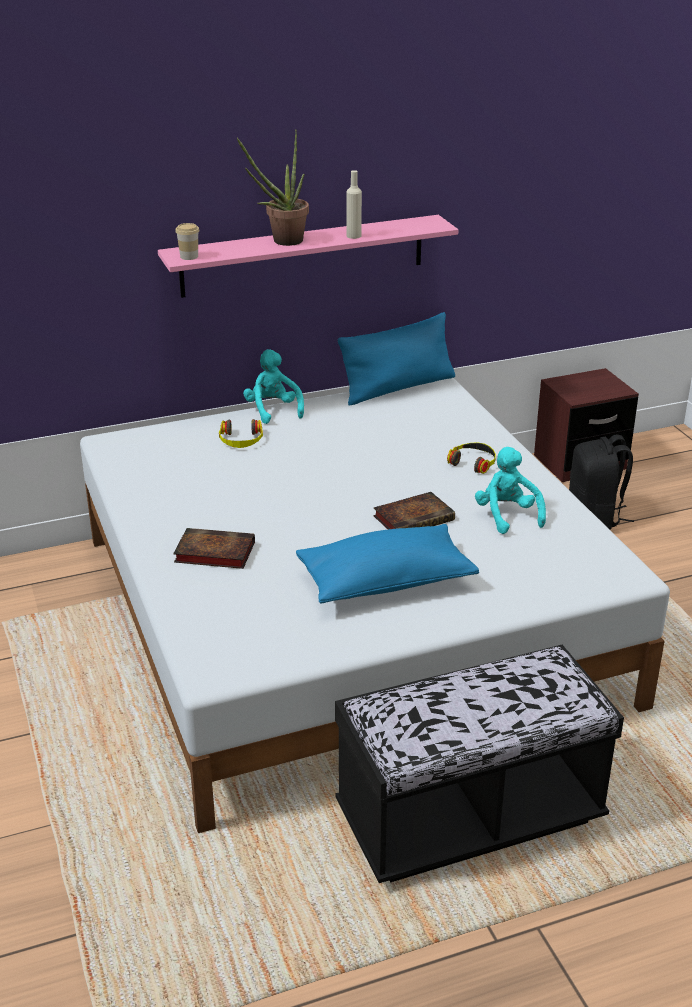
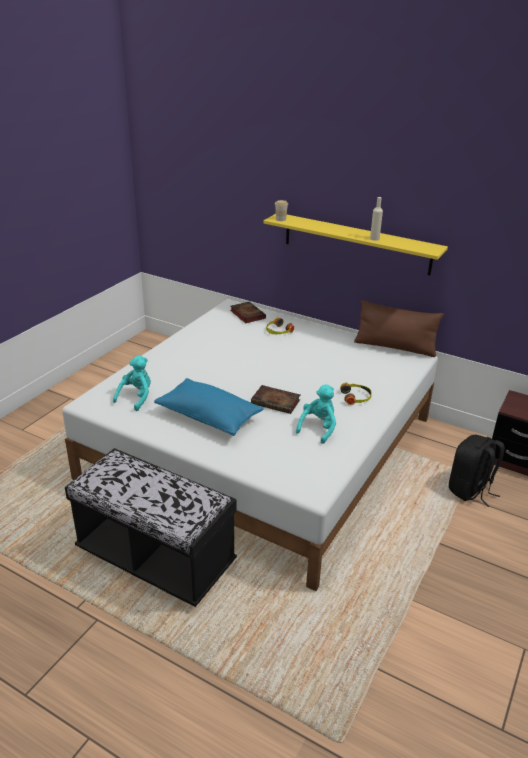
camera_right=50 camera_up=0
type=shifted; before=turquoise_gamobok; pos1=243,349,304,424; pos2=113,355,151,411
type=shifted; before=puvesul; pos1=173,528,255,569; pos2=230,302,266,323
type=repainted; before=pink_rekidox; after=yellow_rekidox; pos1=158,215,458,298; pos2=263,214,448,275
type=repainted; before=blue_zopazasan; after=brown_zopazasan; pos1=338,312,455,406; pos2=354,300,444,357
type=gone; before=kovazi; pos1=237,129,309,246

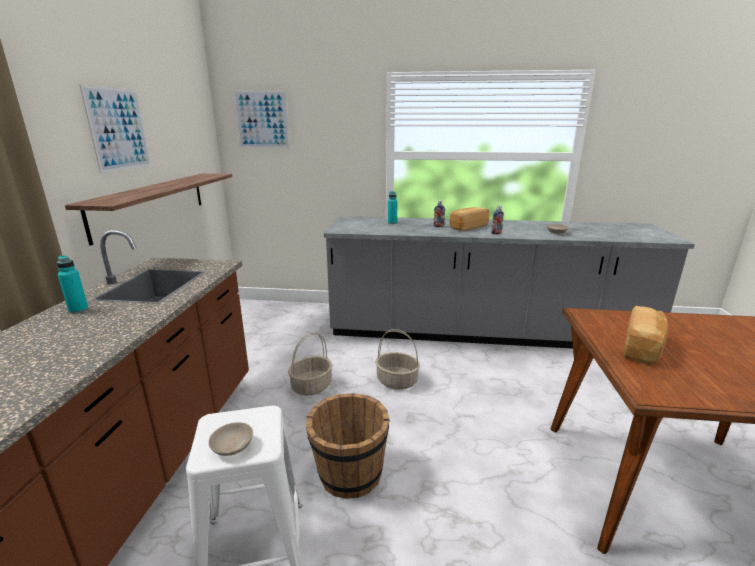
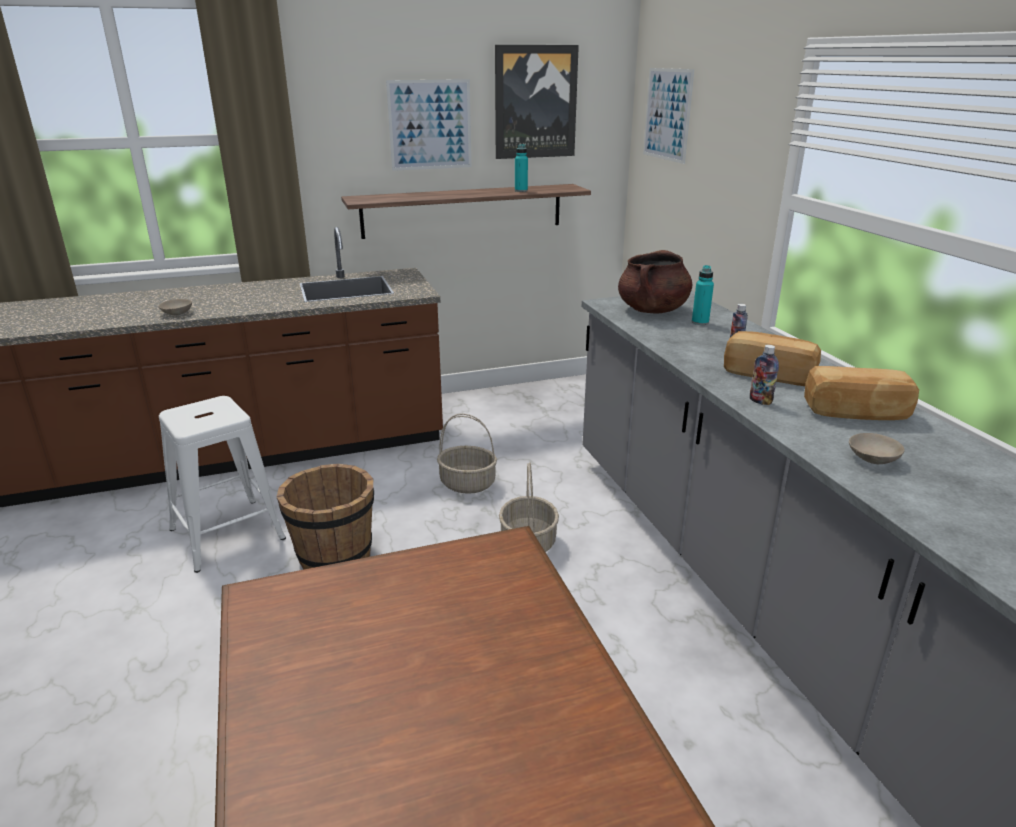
camera_right=65 camera_up=5
type=shifted; before=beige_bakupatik; pos1=209,422,253,456; pos2=158,299,192,315
type=new; after=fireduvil; pos2=495,45,579,159
type=shifted; before=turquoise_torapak; pos1=57,255,88,314; pos2=515,144,528,192
type=new; after=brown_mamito; pos2=618,250,692,314
type=shifted; before=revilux; pos1=623,306,669,364; pos2=804,366,919,420

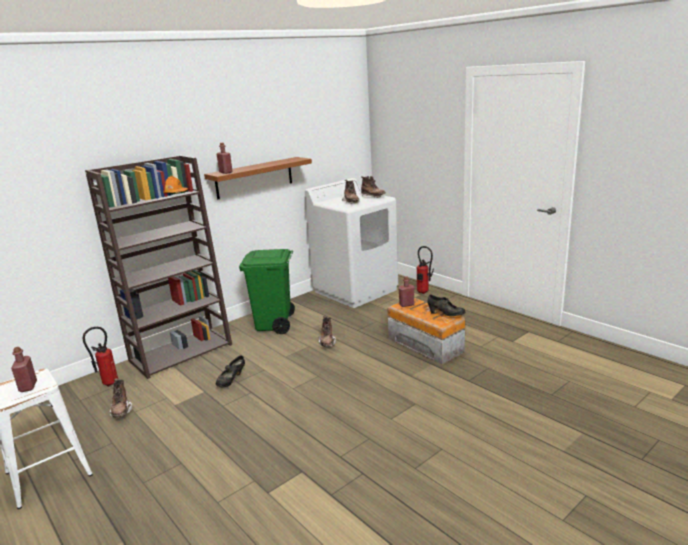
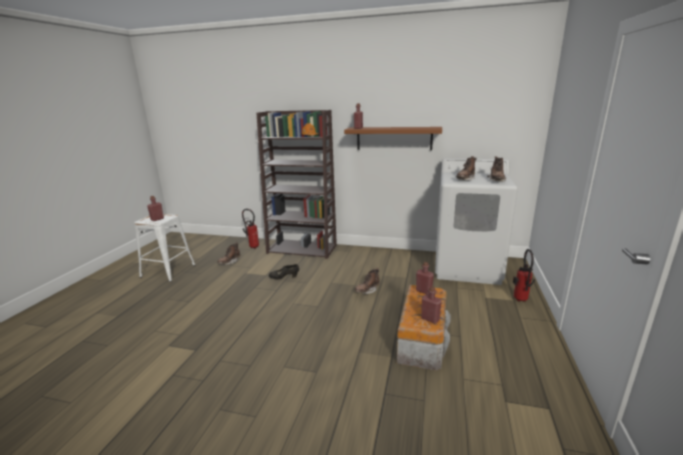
camera_right=55 camera_up=0
type=swapped; before=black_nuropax; after=red_torapak; pos1=428,294,466,316; pos2=421,286,442,324
type=gone; before=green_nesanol; pos1=239,249,295,334

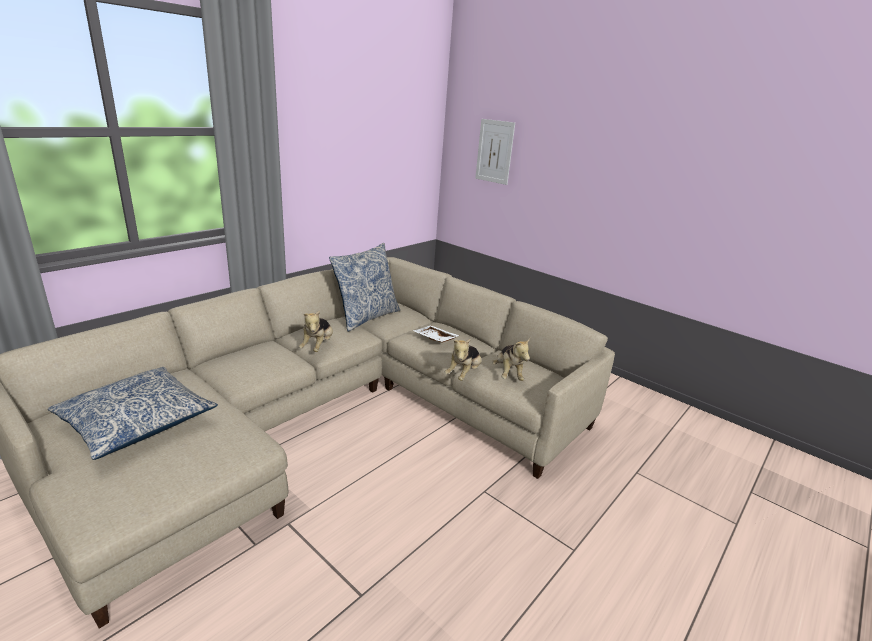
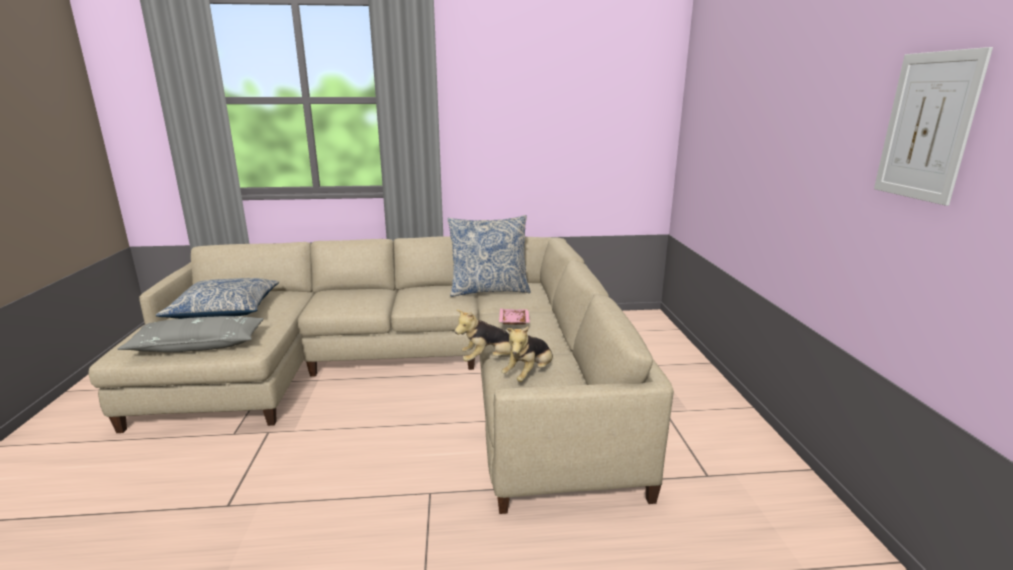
camera_right=45 camera_up=-5
type=new; after=grey_zopazasan; pos2=117,316,264,352
type=repainted; before=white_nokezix; after=pink_nokezix; pos1=413,325,460,343; pos2=499,309,530,325
type=shifted; before=fireduvil; pos1=475,119,515,185; pos2=874,47,993,206
type=gone; before=gamobok; pos1=299,310,333,352

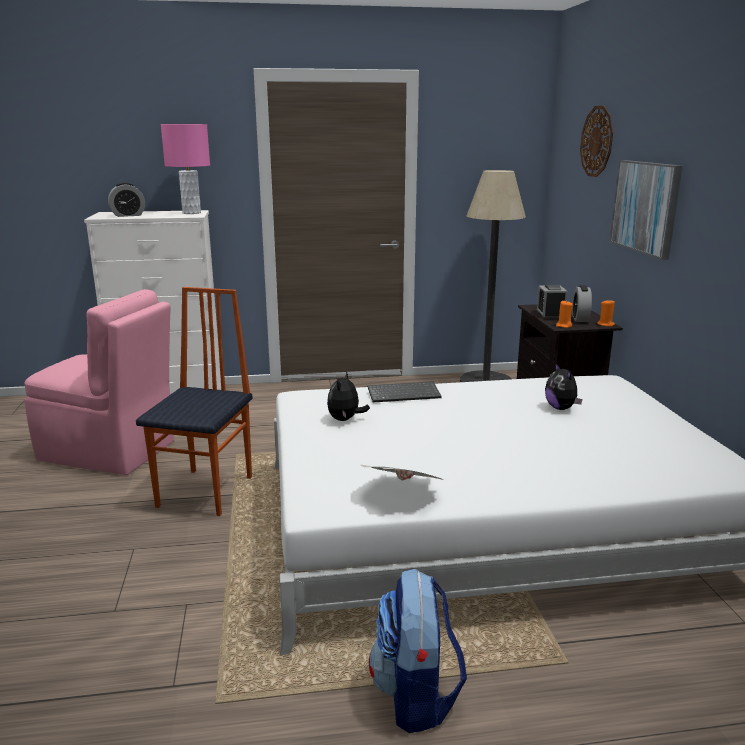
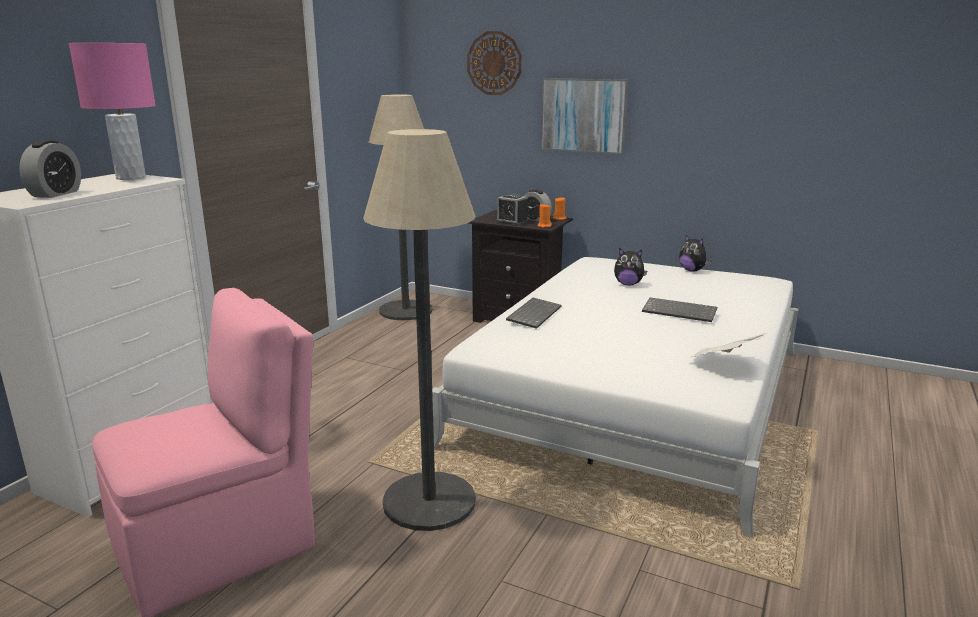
camera_right=-55 camera_up=0
type=swapped; before=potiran; after=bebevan; pos1=136,287,252,516; pos2=363,129,476,531
type=new; after=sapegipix; pos2=642,297,717,322
type=shifted; before=gamobok; pos1=327,371,370,421; pos2=679,235,711,272
type=gone; before=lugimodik; pos1=369,568,467,733

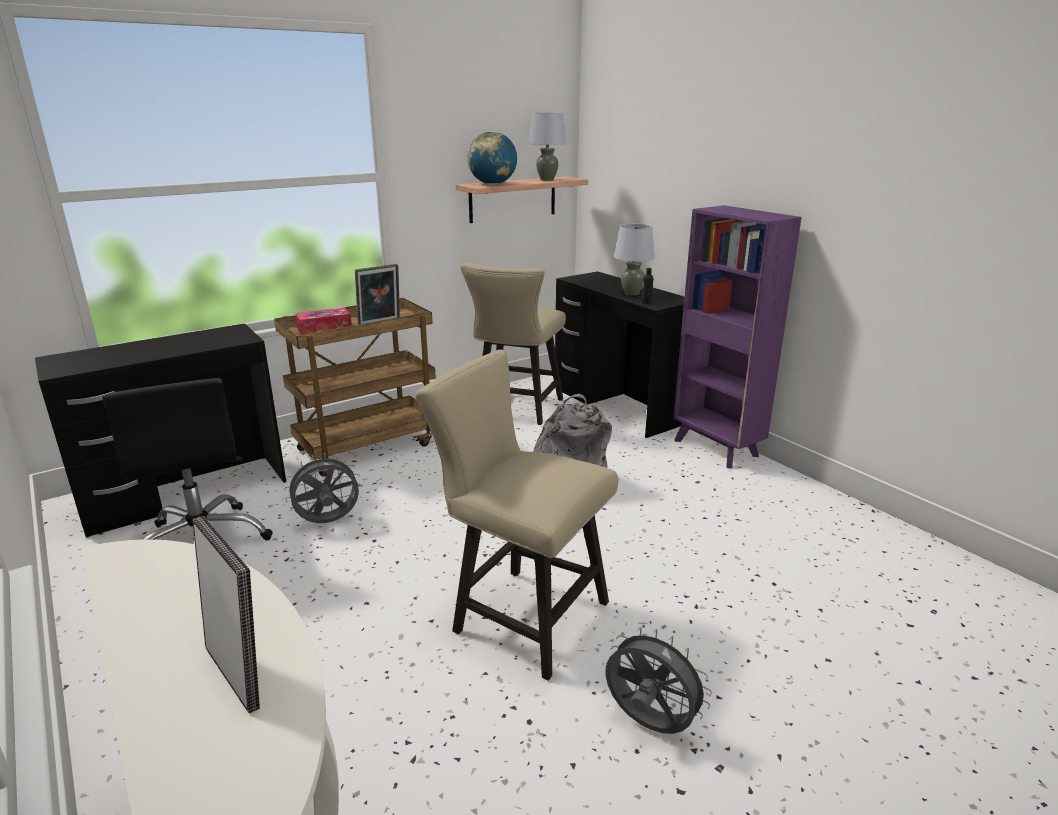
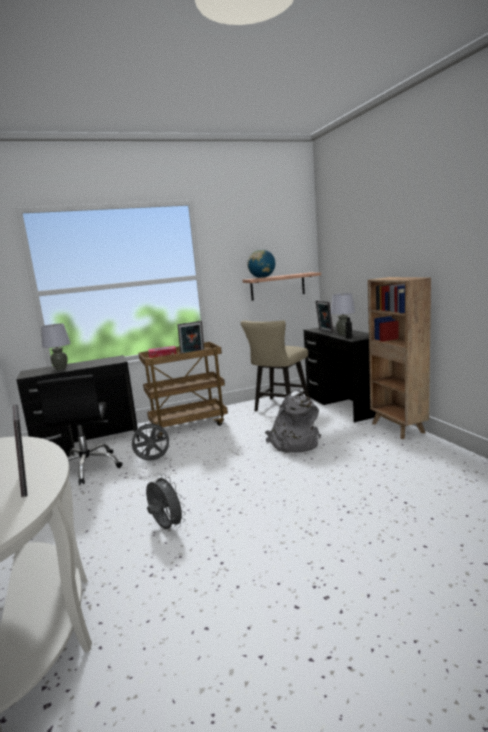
camera_right=15 camera_up=-10
type=shifted; before=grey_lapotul; pos1=529,112,566,181; pos2=41,323,70,370
type=shifted; before=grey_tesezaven; pos1=605,627,712,734; pos2=146,474,186,530
type=new; after=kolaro; pos2=316,301,333,333
type=repainted; before=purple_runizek; after=brown_runizek; pos1=674,205,802,468; pos2=368,277,431,439
type=gone; before=beige_potiran; pos1=415,349,618,681

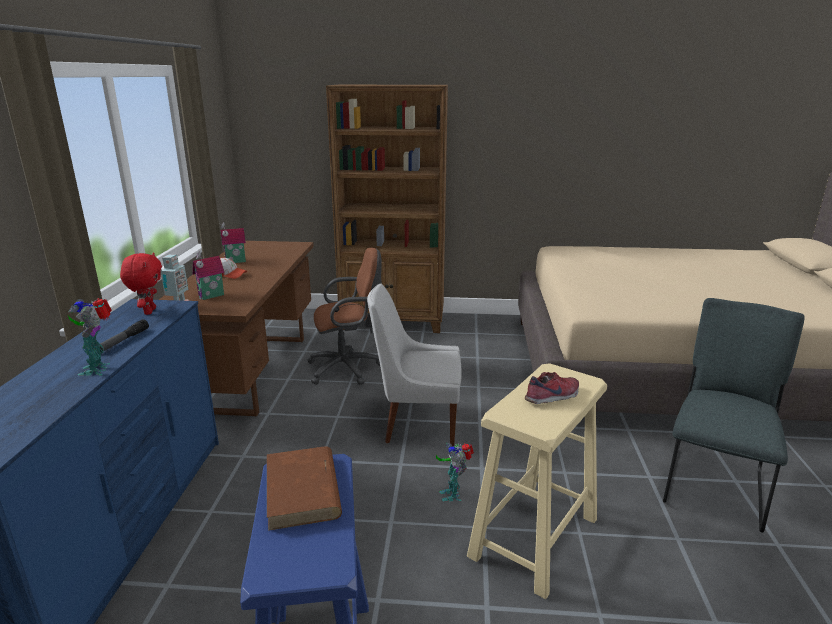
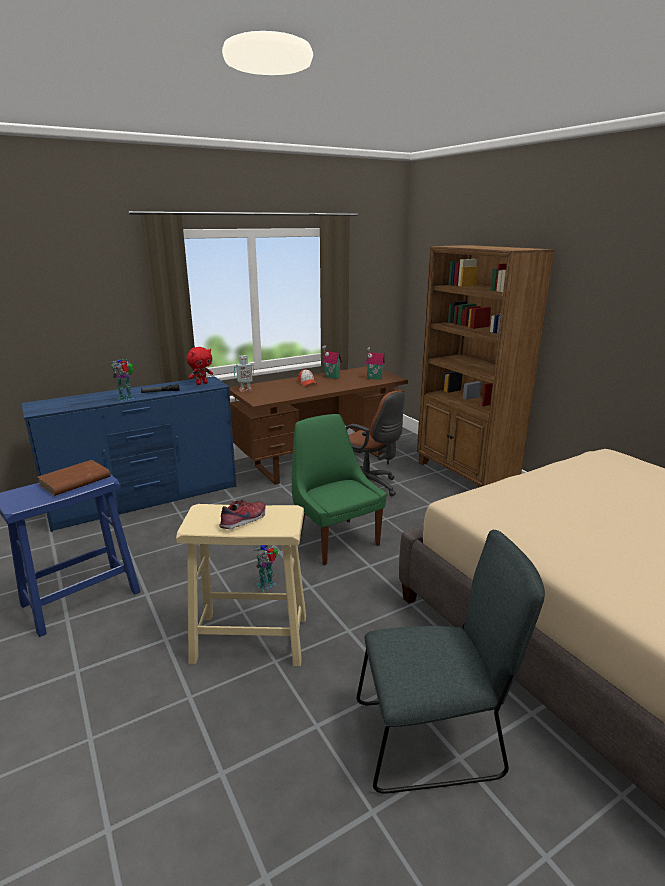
camera_right=55 camera_up=0
type=rotated; before=nuropax; pos1=525,372,579,404; pos2=220,500,265,529; turn=-75
type=repainted; before=white_potiran; after=green_potiran; pos1=367,283,462,446; pos2=292,414,387,565
type=shifted; before=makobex; pos1=192,251,224,300; pos2=366,347,385,380

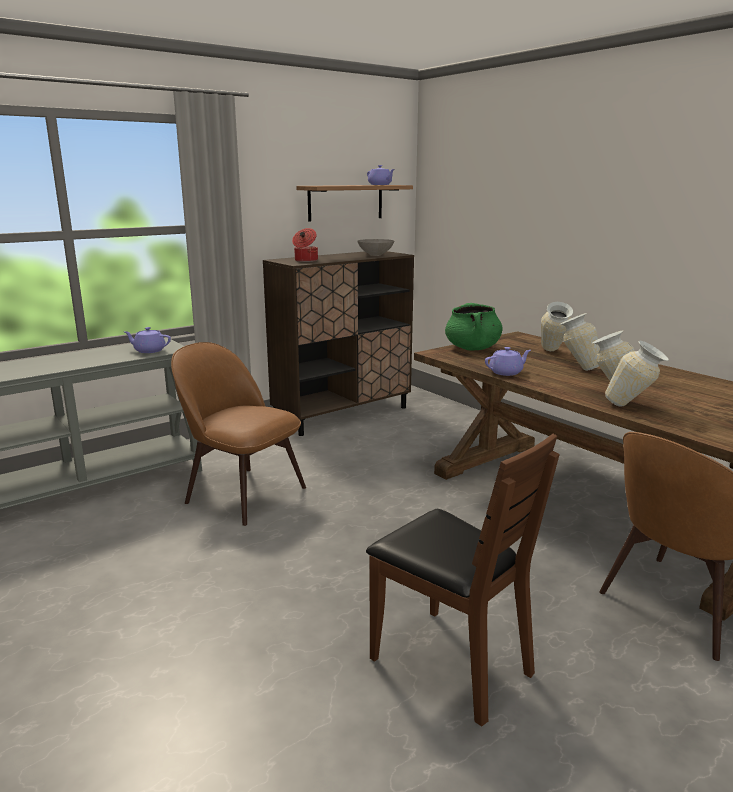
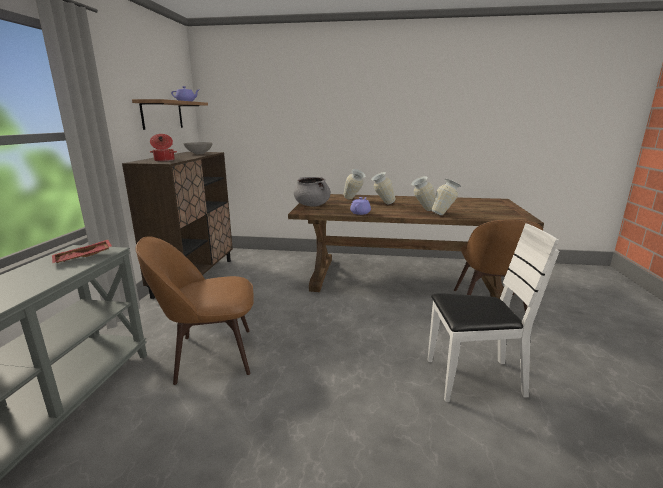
camera_right=-45 camera_up=0
type=swapped; before=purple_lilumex; after=red_nokezix; pos1=124,327,171,353; pos2=52,240,112,263
type=repainted; before=green_mamito; after=grey_mamito; pos1=445,303,503,350; pos2=294,177,331,207
type=repainted; before=brown_potiran; after=white_potiran; pos1=366,434,560,726; pos2=428,223,559,402

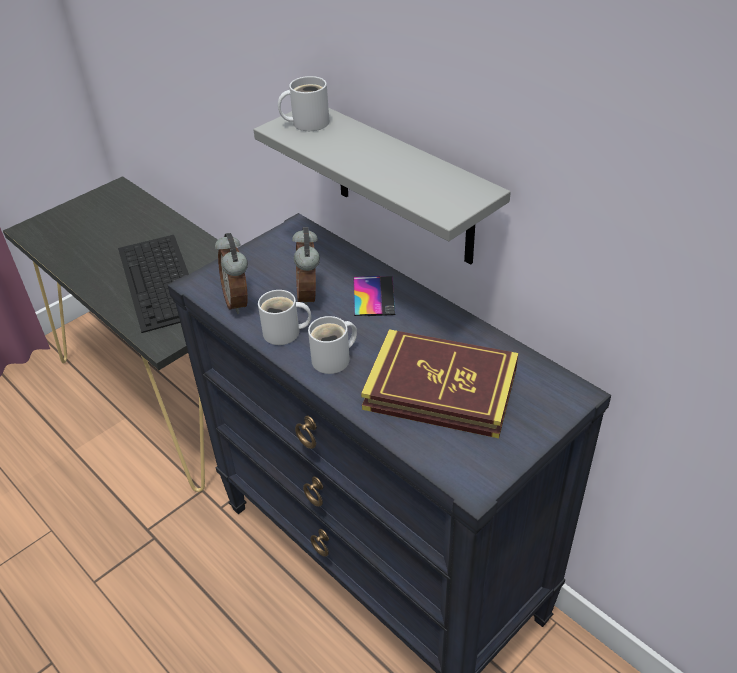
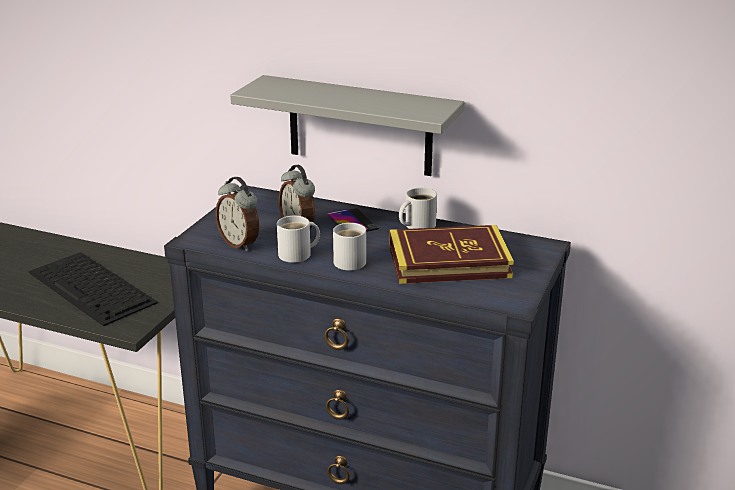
camera_right=-25 camera_up=-15
type=shifted; before=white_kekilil; pos1=278,76,329,131; pos2=399,188,437,229

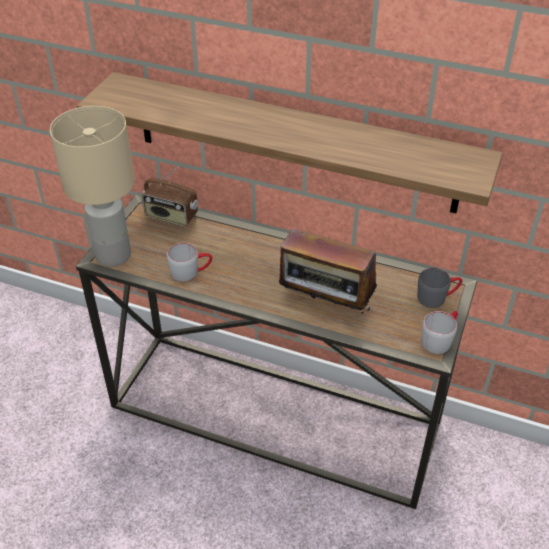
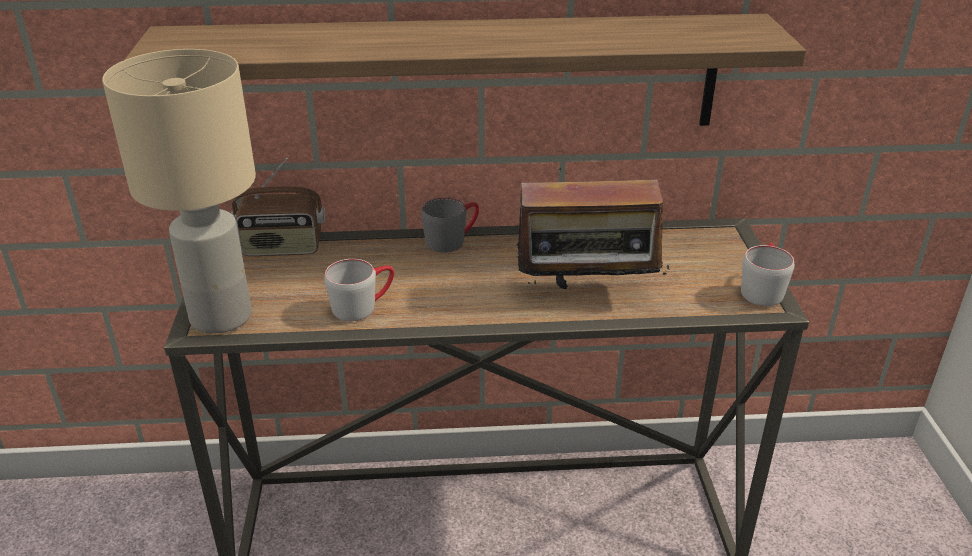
camera_right=-25 camera_up=-10
type=shifted; before=grey_kekilil; pos1=418,268,463,308; pos2=421,197,479,253

